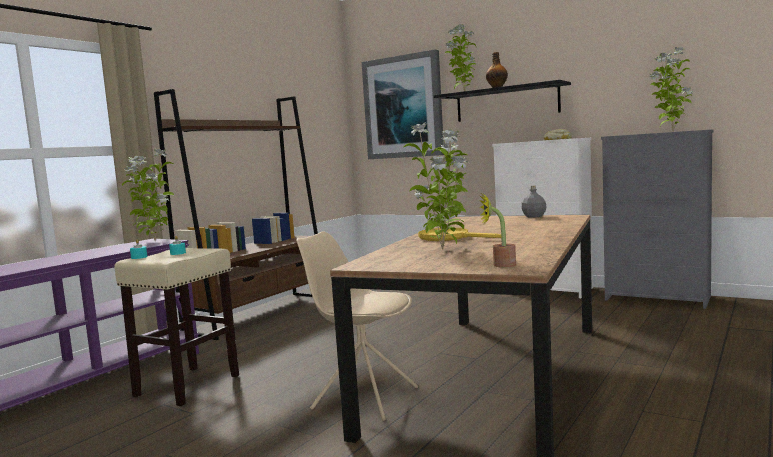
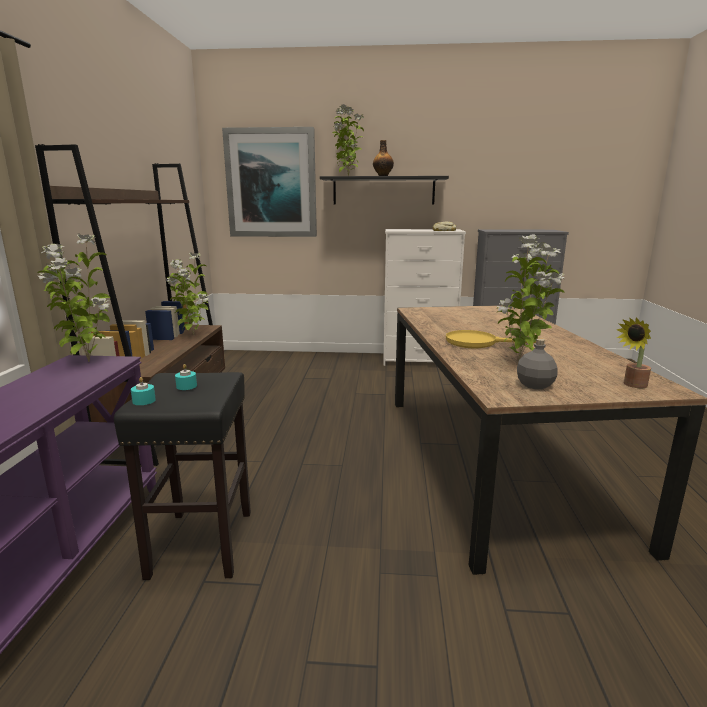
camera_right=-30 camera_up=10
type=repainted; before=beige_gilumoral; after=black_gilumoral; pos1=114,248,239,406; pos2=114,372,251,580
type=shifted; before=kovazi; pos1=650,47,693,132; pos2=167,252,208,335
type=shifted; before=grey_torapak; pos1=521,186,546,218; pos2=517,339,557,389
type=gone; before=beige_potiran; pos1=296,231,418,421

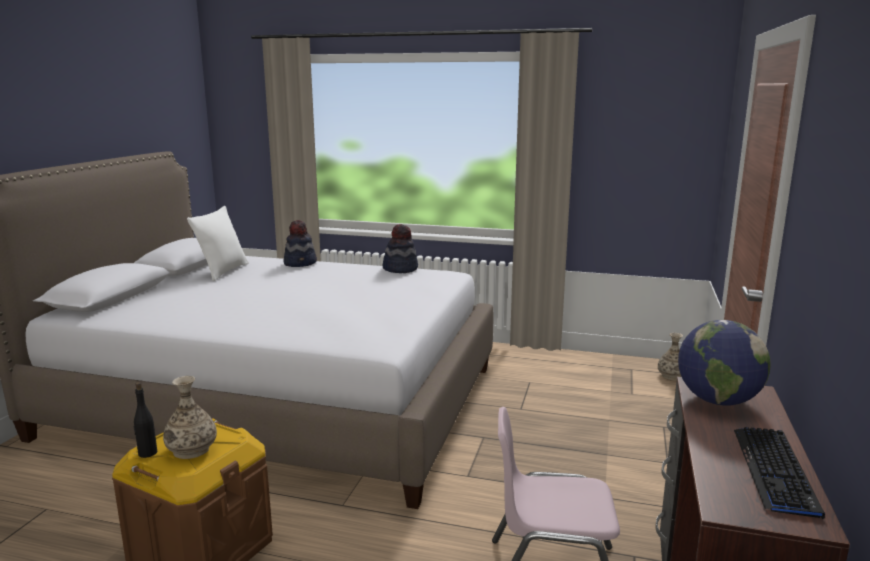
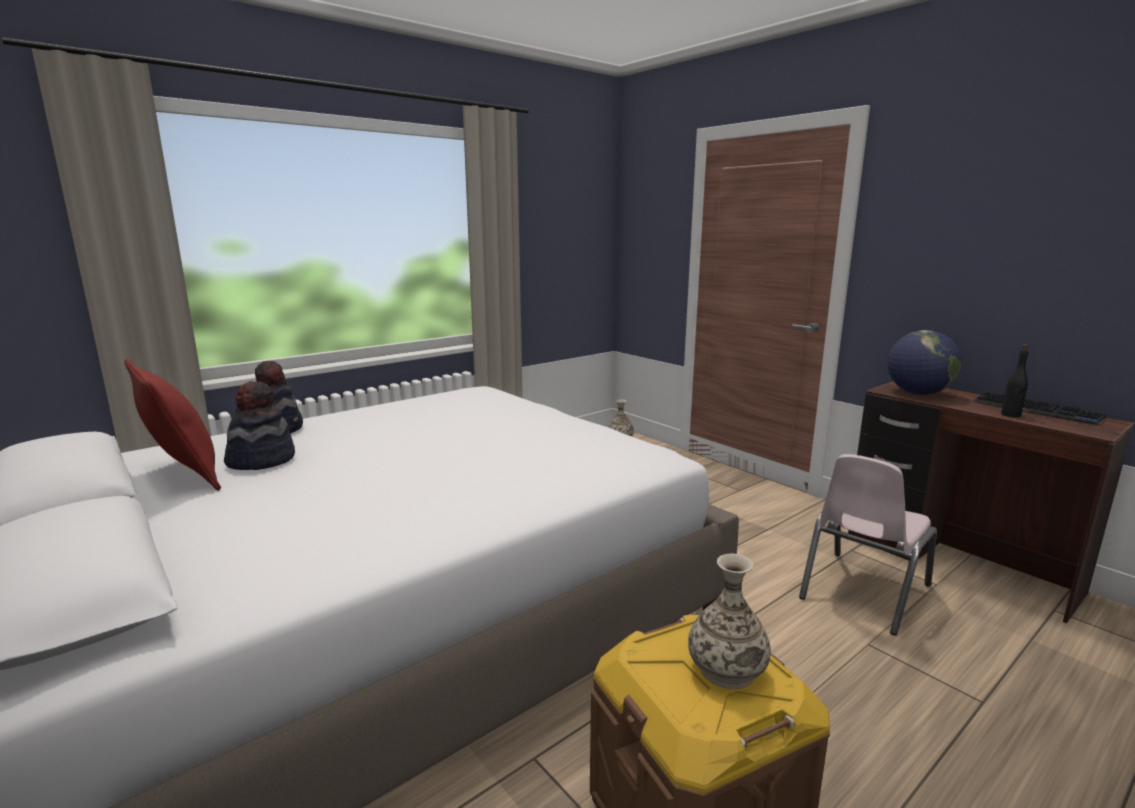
camera_right=-55 camera_up=0
type=repainted; before=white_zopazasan; after=red_zopazasan; pos1=187,206,249,281; pos2=124,359,221,491
type=shifted; before=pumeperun; pos1=383,224,418,273; pos2=224,381,295,470
type=shifted; before=black_torapak; pos1=134,382,157,458; pos2=1001,344,1029,417

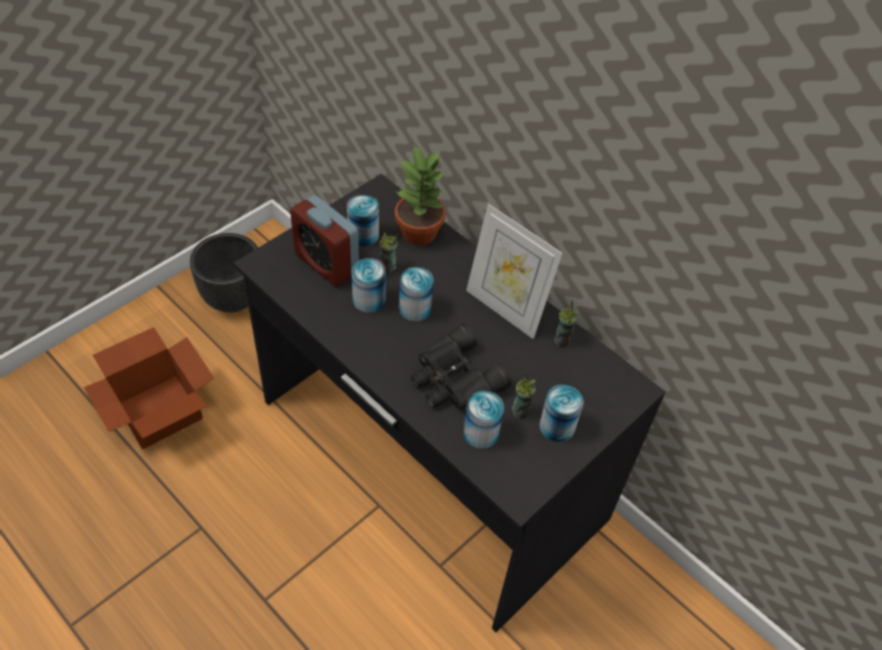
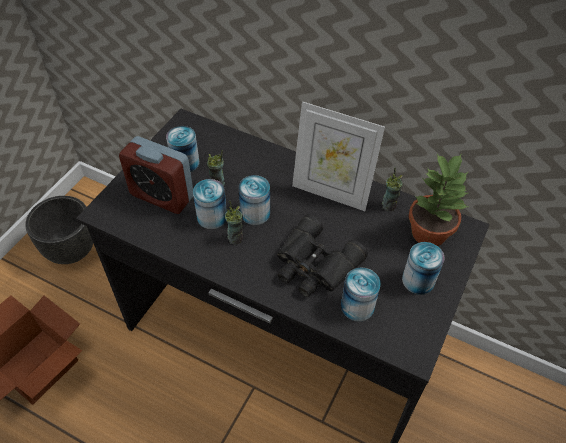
camera_right=-15 camera_up=0
type=shifted; before=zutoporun; pos1=512,371,536,419; pos2=225,201,243,245
type=shifted; before=kovazi; pos1=395,145,445,245; pos2=409,153,468,246

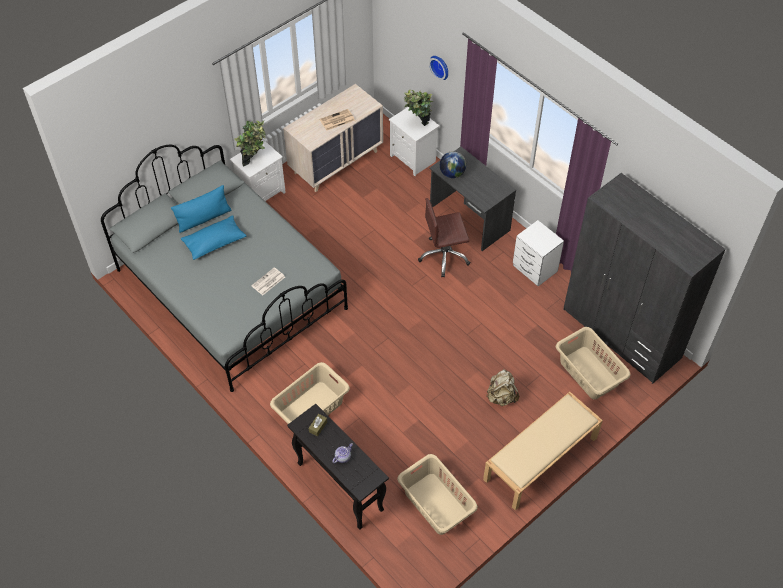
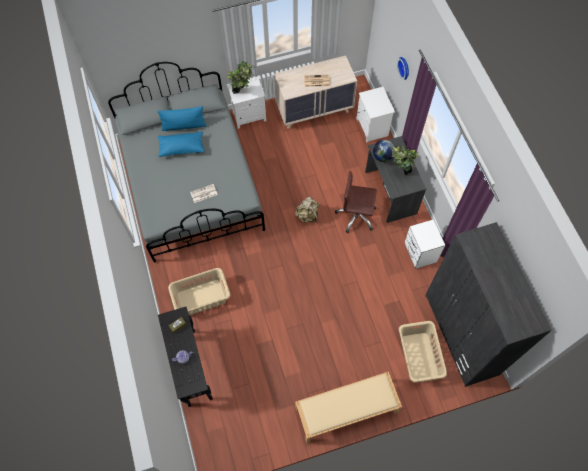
camera_right=25 camera_up=10
type=shifted; before=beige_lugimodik; pos1=486,369,519,406; pos2=295,197,319,223
type=shifted; before=kovazi; pos1=404,90,433,126; pos2=391,146,419,175
type=gone; before=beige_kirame; pos1=397,454,478,535

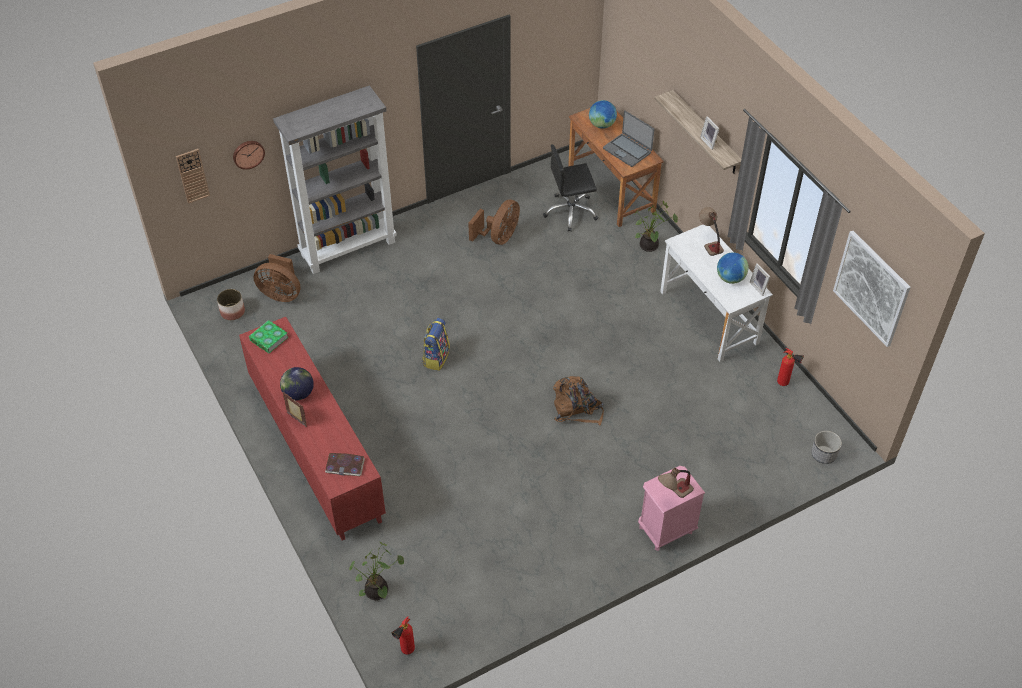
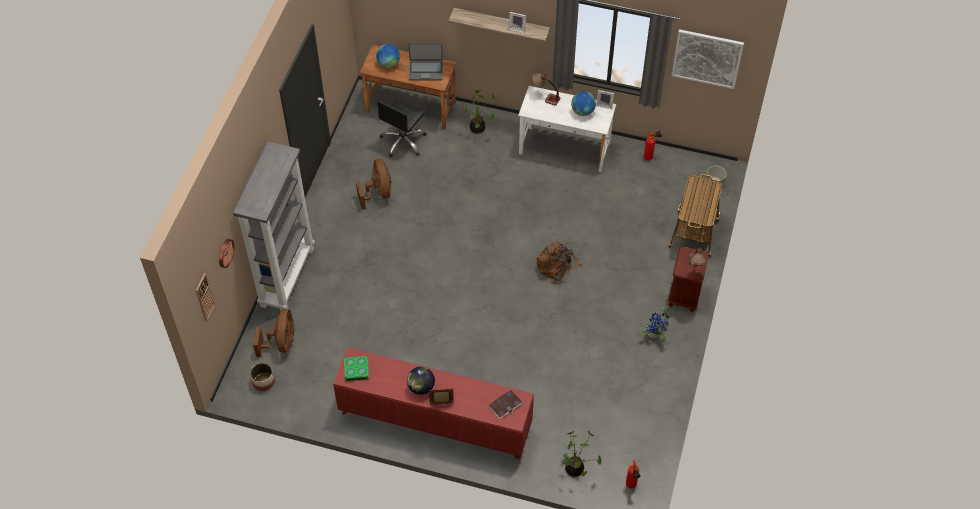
camera_right=-45 camera_up=5
type=rotated; before=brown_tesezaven; pos1=254,254,300,302; pos2=253,309,294,357; turn=-60
type=new; after=kovazi; pos2=639,305,670,341
type=repainted; before=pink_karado; after=brown_karado; pos1=638,466,705,551; pos2=668,246,709,312
type=new; after=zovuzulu; pos2=669,174,722,256
type=gone; before=lugimodik; pos1=422,318,450,371

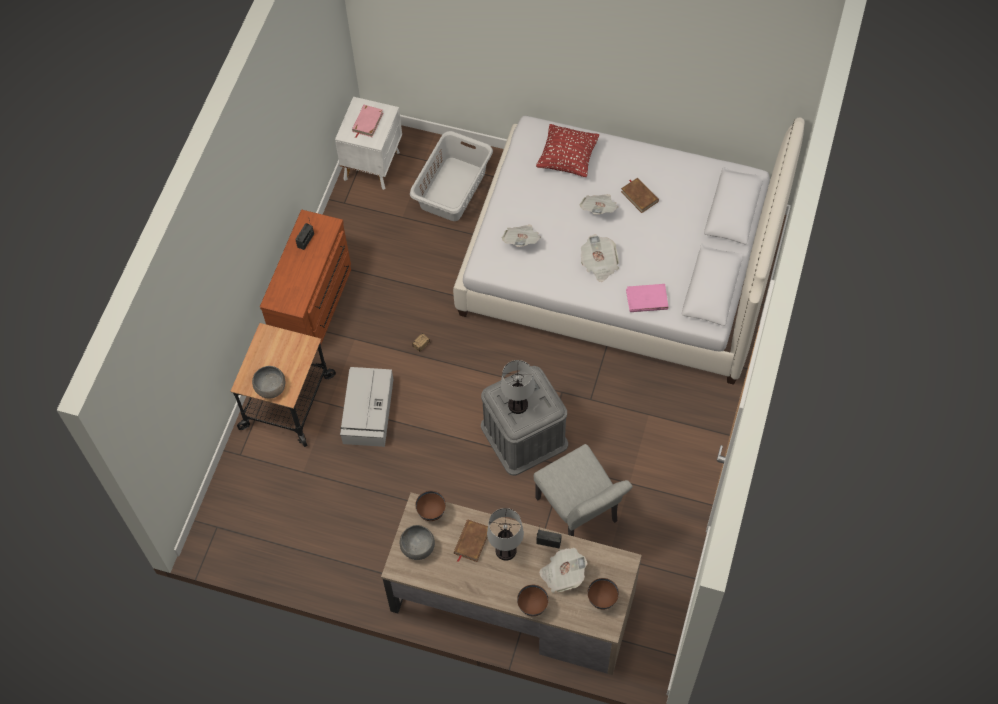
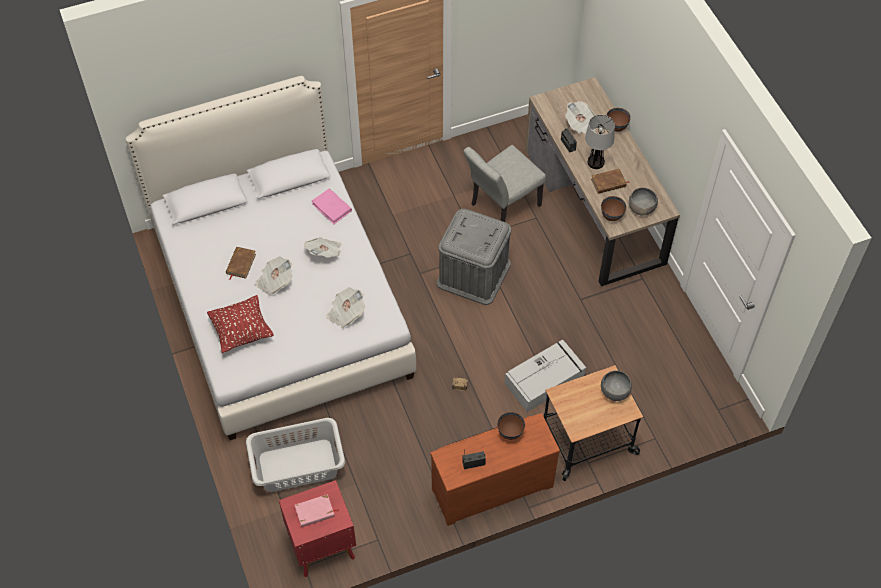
camera_right=-130 camera_up=-5
type=repainted; before=white_karado; after=red_karado; pos1=335,97,402,190; pos2=279,480,356,577
type=rotated; before=grey_potiran; pos1=534,444,633,536; pos2=463,145,546,222; turn=-150
type=shifted; before=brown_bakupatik; pos1=587,578,619,610; pos2=497,412,525,440
type=gone; before=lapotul; pos1=501,360,535,414

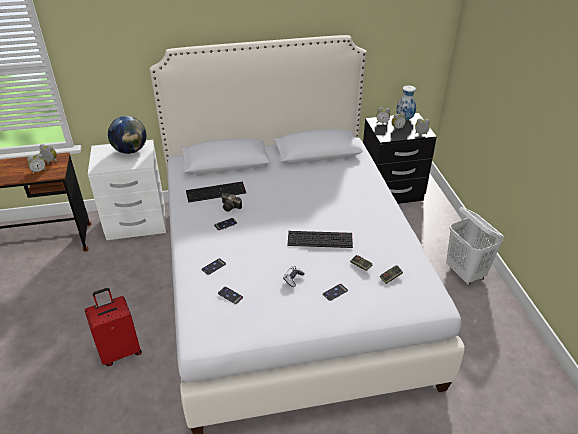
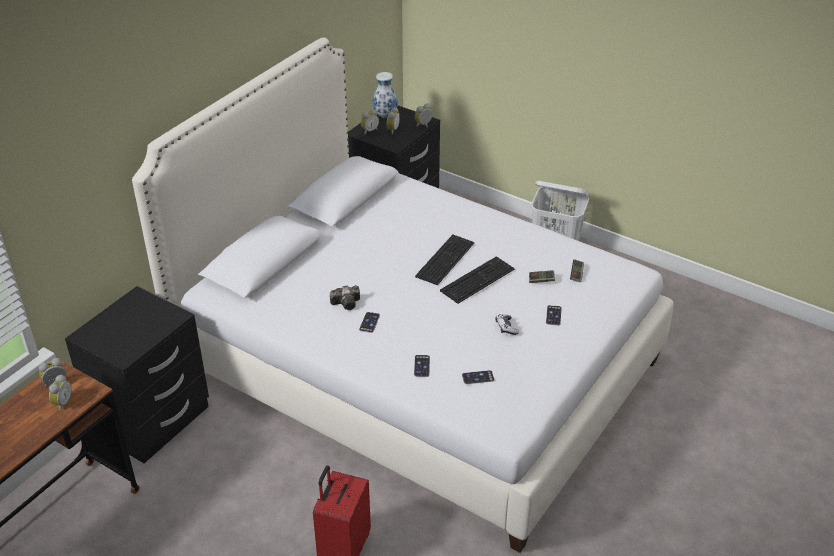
camera_right=-45 camera_up=0
type=repainted; before=white_karado; after=black_karado; pos1=88,140,166,240; pos2=65,286,209,463
type=shifted; before=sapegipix; pos1=186,181,246,203; pos2=415,235,474,285
type=gone; before=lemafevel; pos1=108,116,147,154

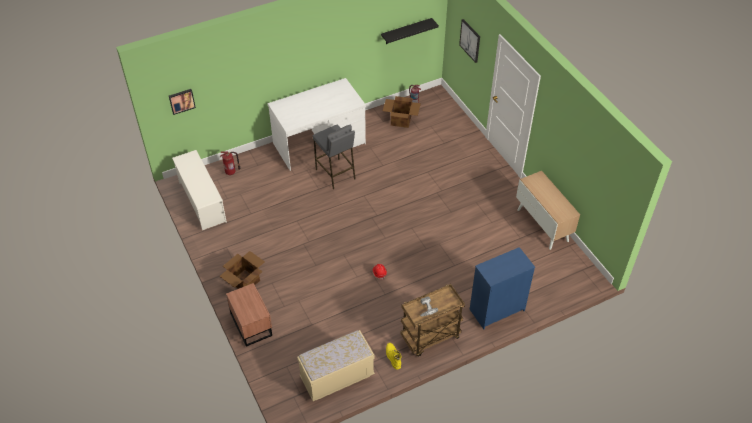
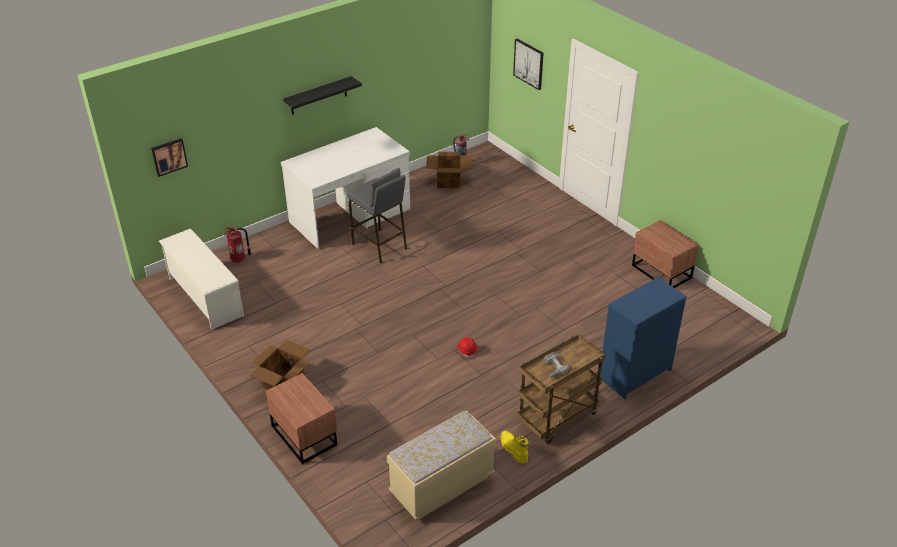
camera_right=-10 camera_up=-10
type=shifted; before=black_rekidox; pos1=381,18,439,44; pos2=283,76,362,115
type=swapped; before=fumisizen; after=brown_karado; pos1=516,171,580,250; pos2=632,220,699,288

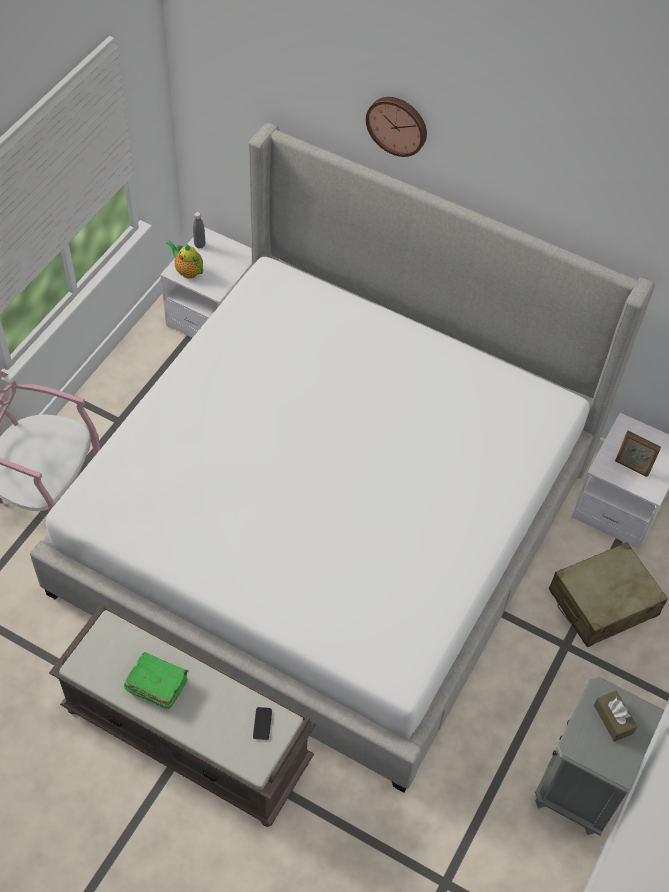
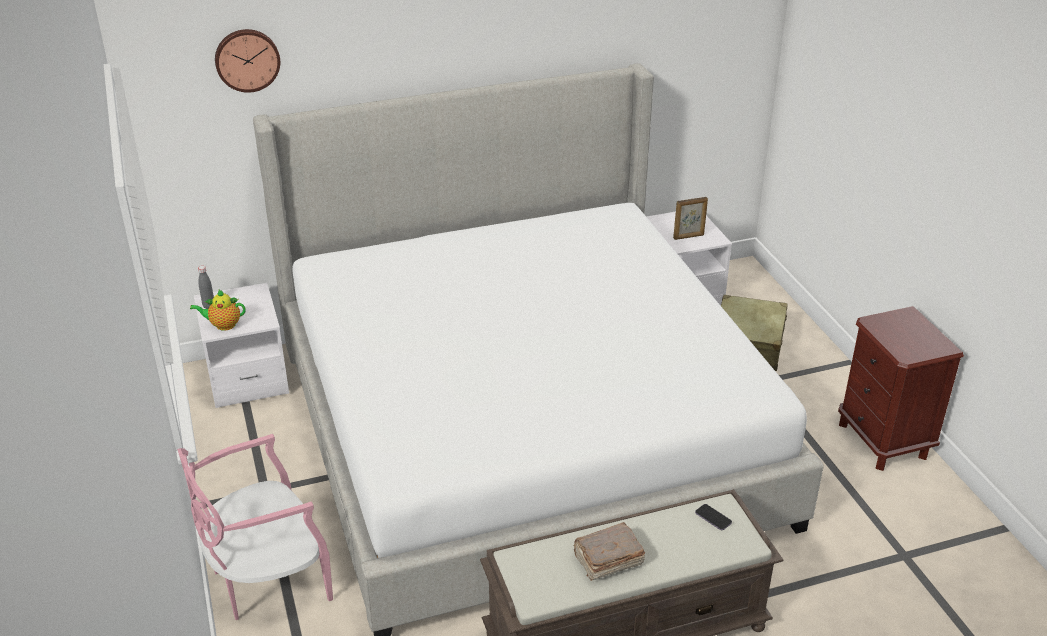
camera_right=-45 camera_up=-20
type=shifted; before=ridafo; pos1=366,97,427,157; pos2=215,29,280,93
type=repainted; before=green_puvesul; after=brown_puvesul; pos1=124,652,188,709; pos2=573,522,645,581
type=repainted; before=grey_karado; after=brown_karado; pos1=535,677,664,836; pos2=838,306,964,471
type=gone; before=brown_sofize; pos1=594,691,637,742

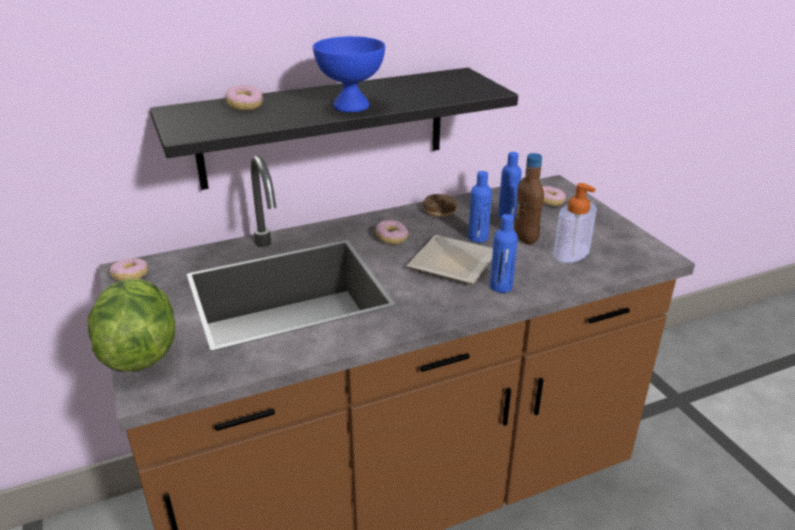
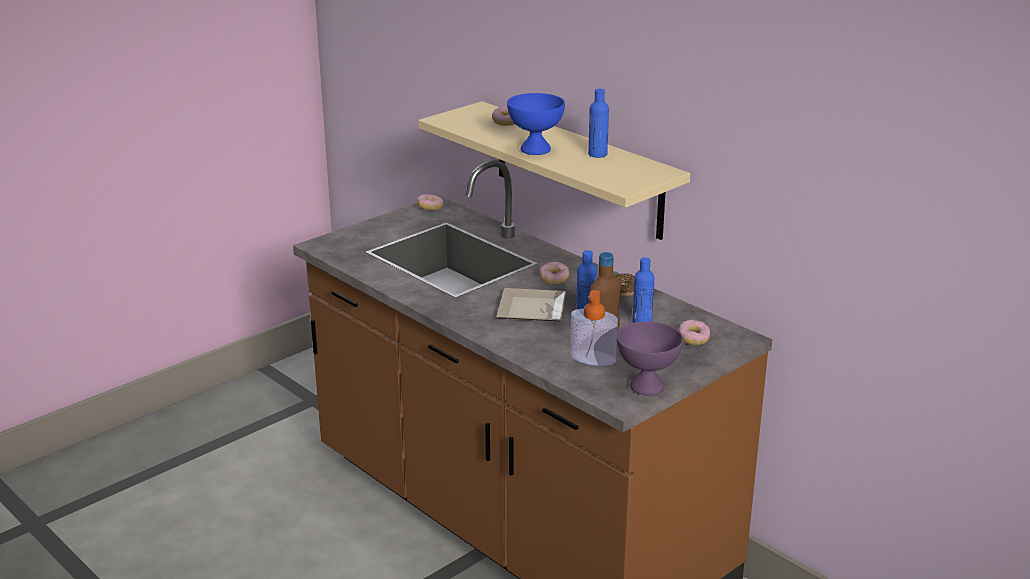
camera_right=70 camera_up=-5
type=repainted; before=black_rekidox; after=beige_rekidox; pos1=150,68,518,190; pos2=418,101,690,240
type=shifted; before=blue_torapak; pos1=490,214,518,293; pos2=588,89,609,158
type=new; after=purple_bakupatik; pos2=617,321,683,396
type=gone; before=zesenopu; pos1=88,279,175,371

